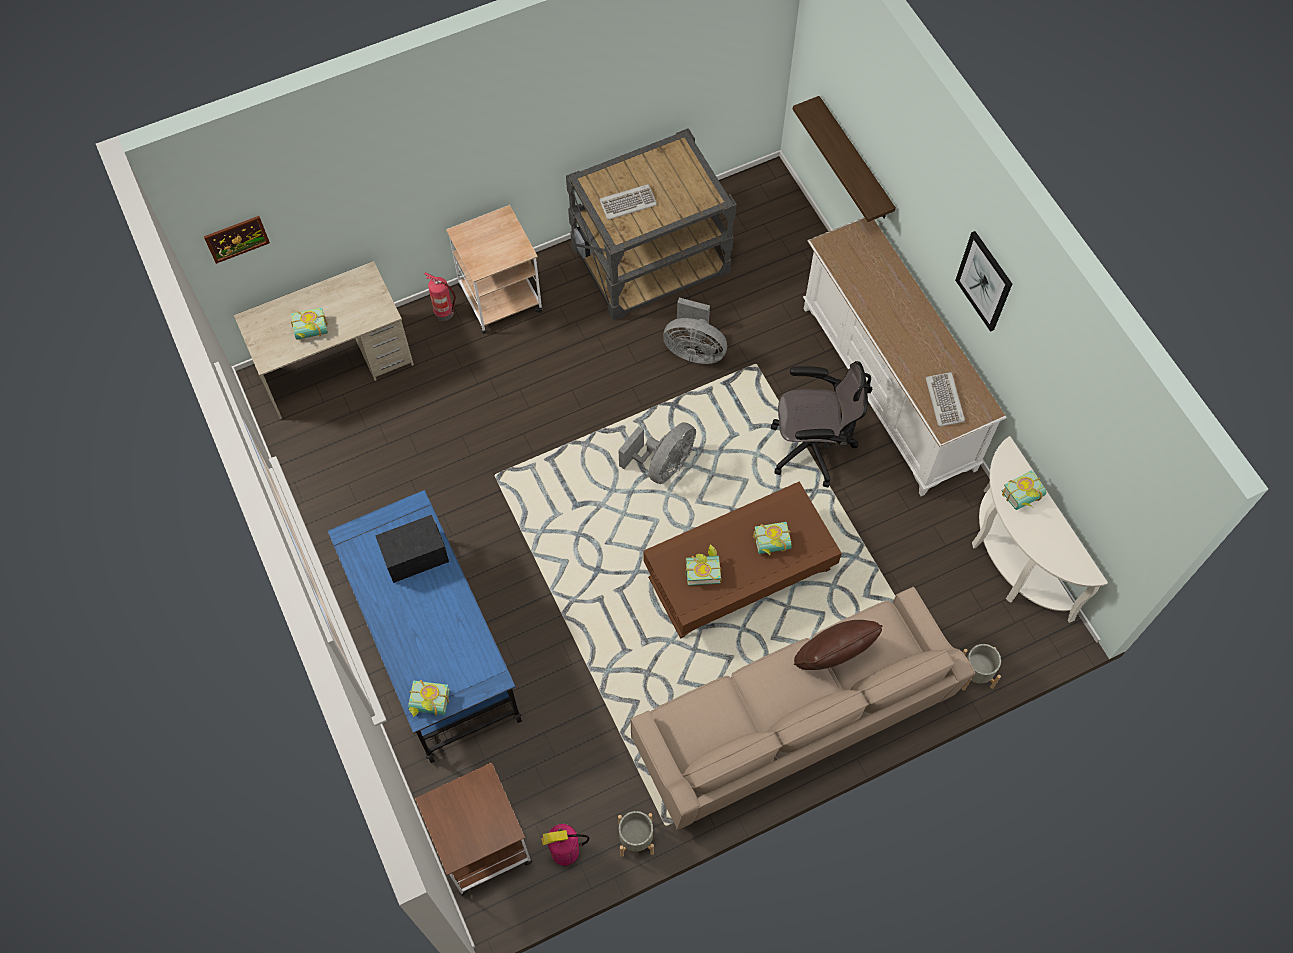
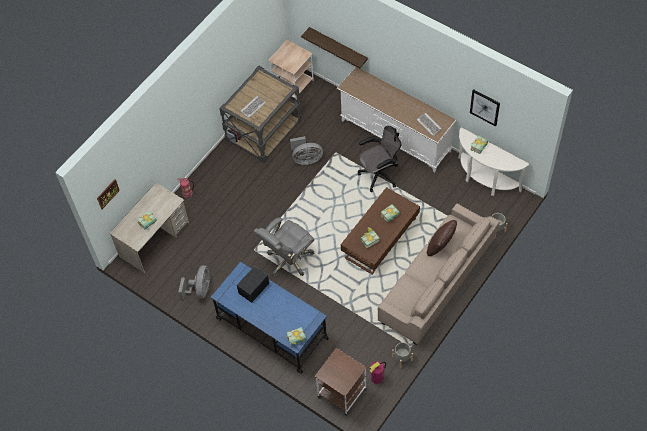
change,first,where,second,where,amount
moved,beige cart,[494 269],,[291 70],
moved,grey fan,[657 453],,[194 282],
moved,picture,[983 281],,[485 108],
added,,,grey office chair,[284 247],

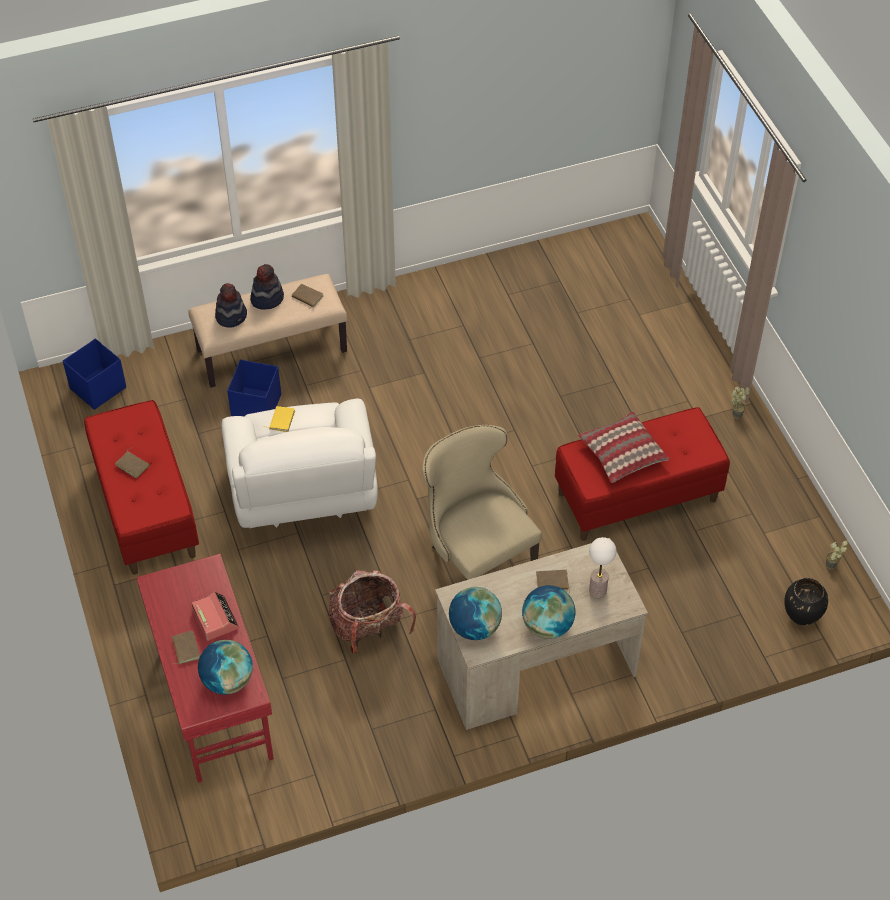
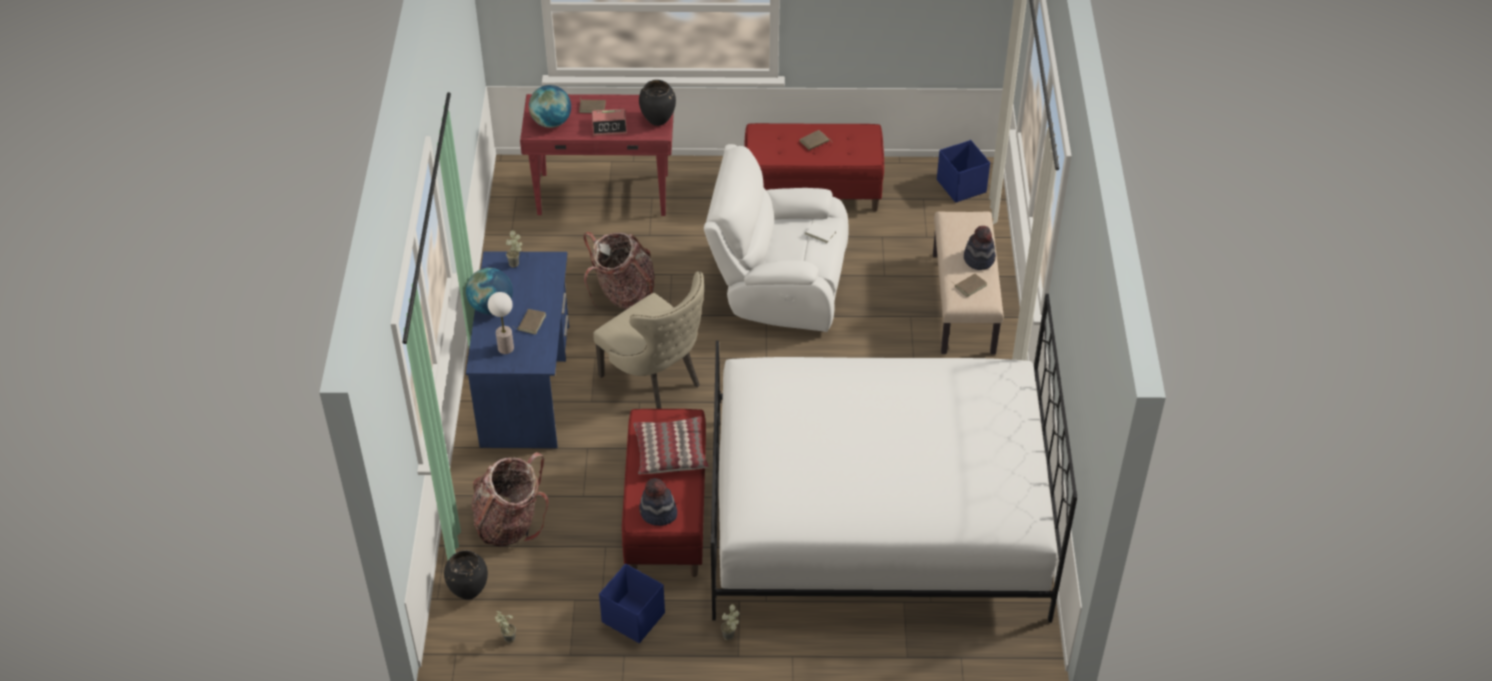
change,first,where,second,where,amount
moved,hat,[231 305],,[658 502],
moved,blue storage box,[254 388],,[632 603],
recoloured,yellow book,[279 419],white book,[820 231],
turned,beige chair,[482 502],,[648 340],60 degrees clockwise
recoloured,beige desk,[541 634],blue desk,[517 350],
replaced,globe,[475 613],potted plant,[514 248],
added,,,backpack,[510 499],
added,,,black vase,[657 103],
added,,,white bed,[894 458],

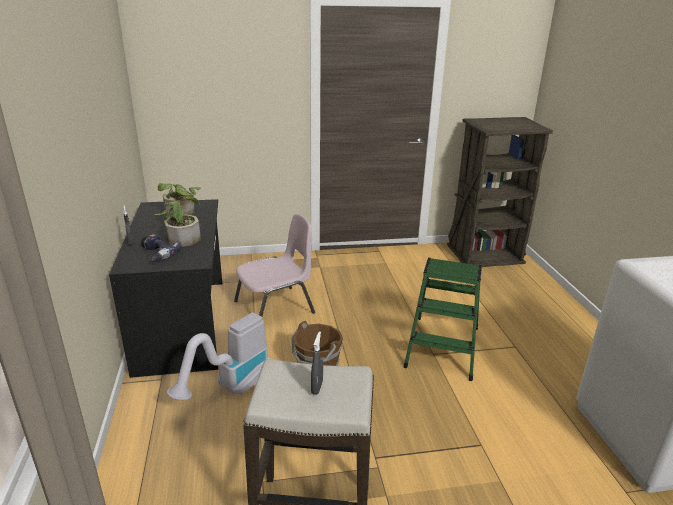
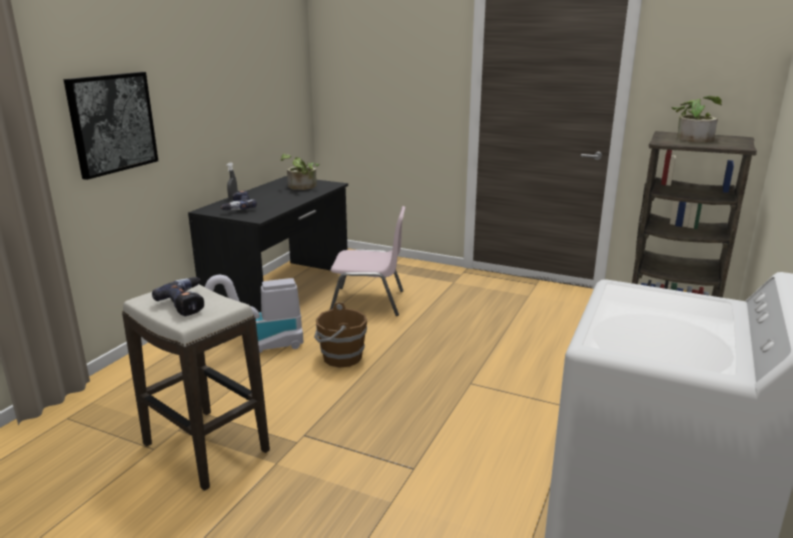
change,first,where,second,where,amount
moved,potted plant,[177 222],,[697 119],
replaced,grey spray bottle,[317 363],power drill,[178 296],
removed,green step ladder,[443 319],,,
added,,,picture,[111 126],

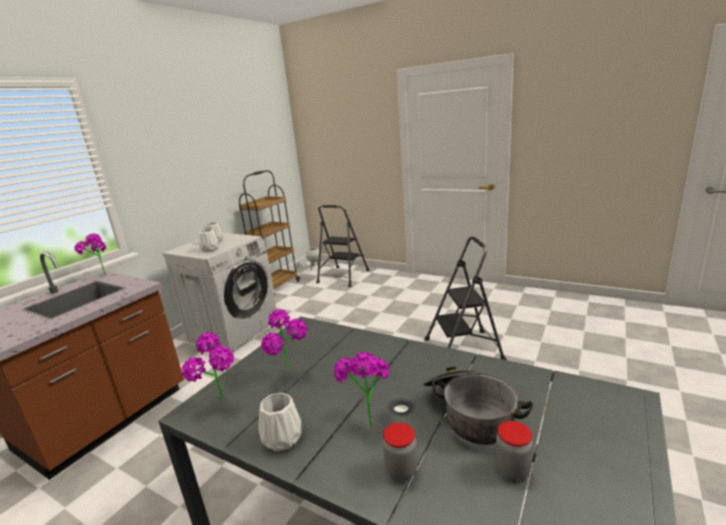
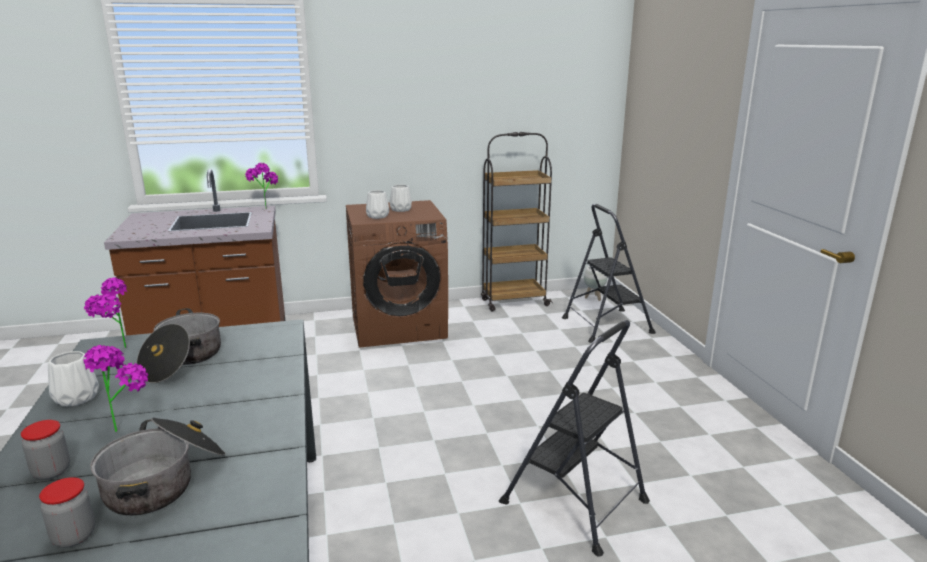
change,first,where,second,where,amount
recoloured,white washing machine,[220 292],brown washing machine,[397 274],
replaced,potted plant,[284 339],cooking pot,[178 345],

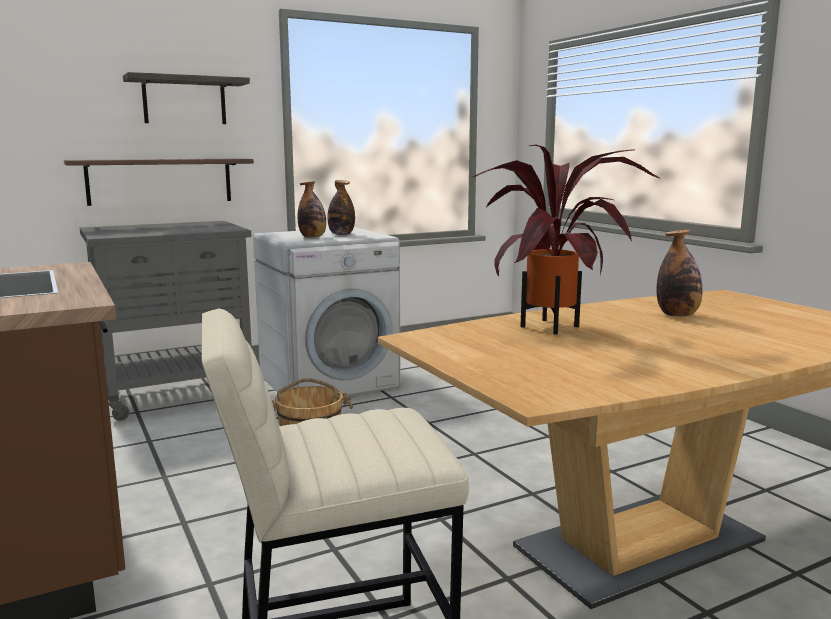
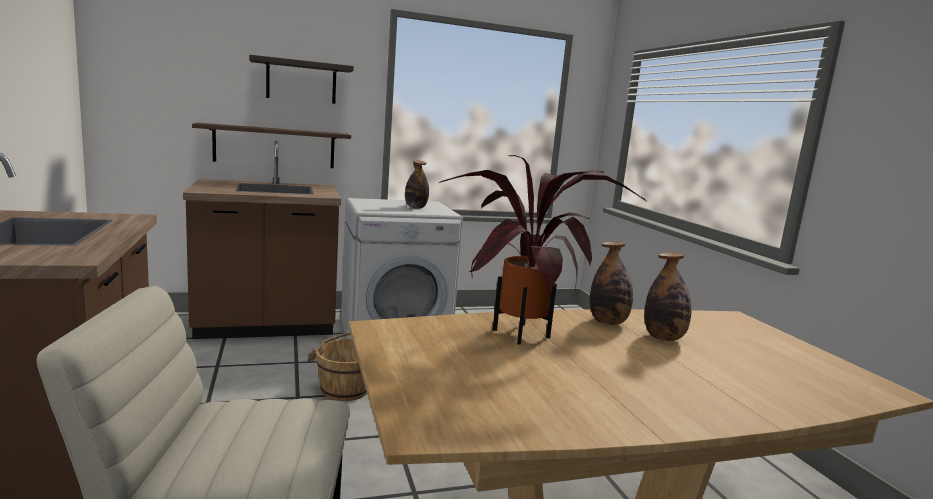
change,first,where,second,where,amount
replaced,grey cart,[166 321],brown counter,[262 240],
moved,bottle,[312 209],,[611 283],

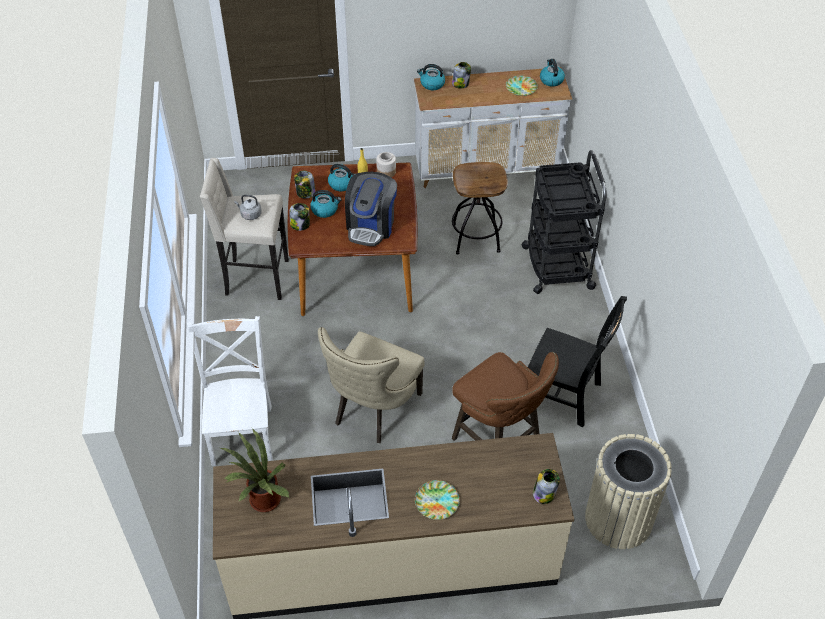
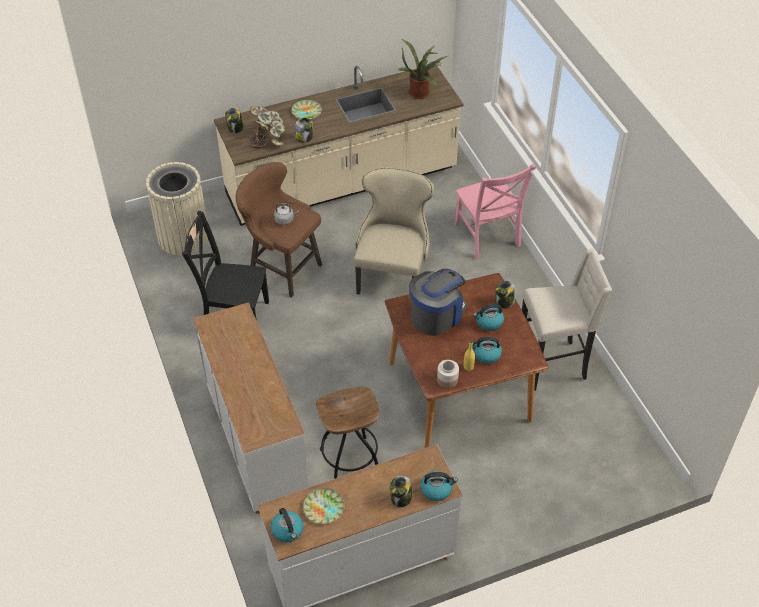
change,first,where,second,where,amount
recoloured,white chair,[230 391],pink chair,[495 211],
moved,grey kettle,[248 207],,[286 214],
moved,jar,[305 184],,[304 130],
turned,coffee machine,[371 209],,[438 302],45 degrees clockwise
replaced,black cart,[564 222],cabinet,[250 408],
added,,,potted plant,[267 127],

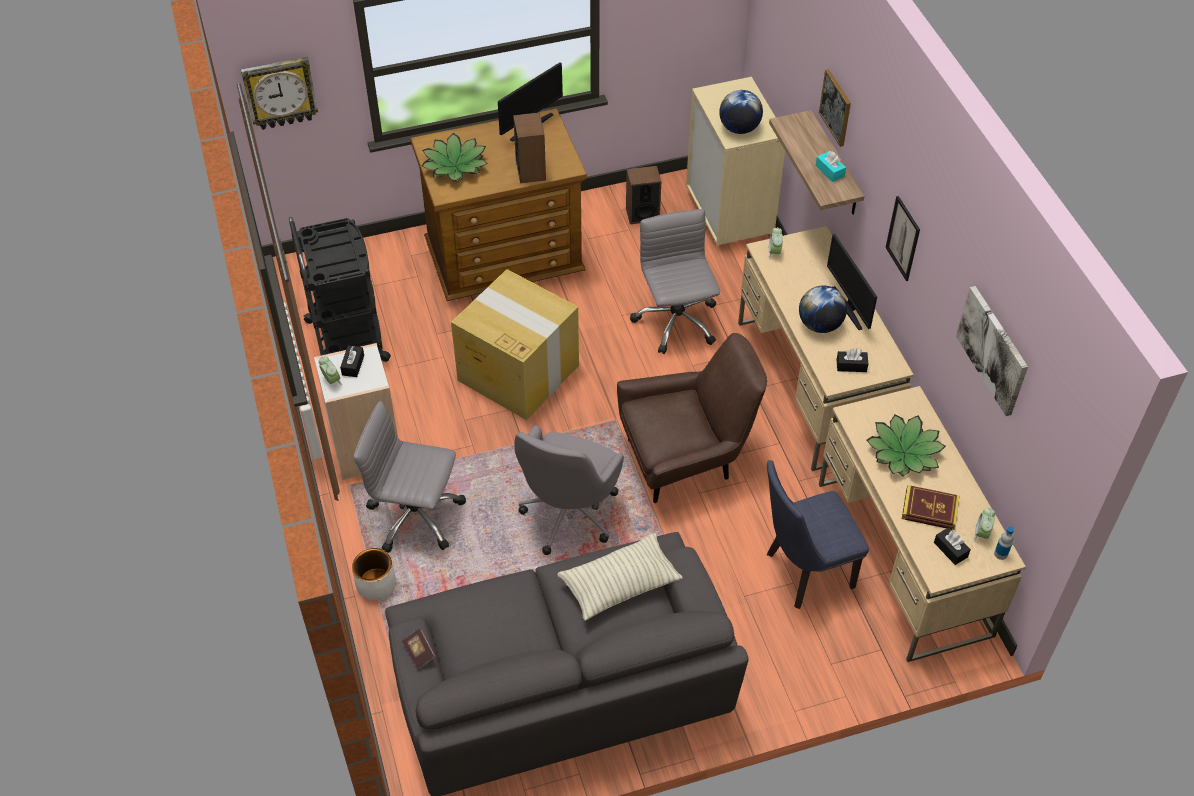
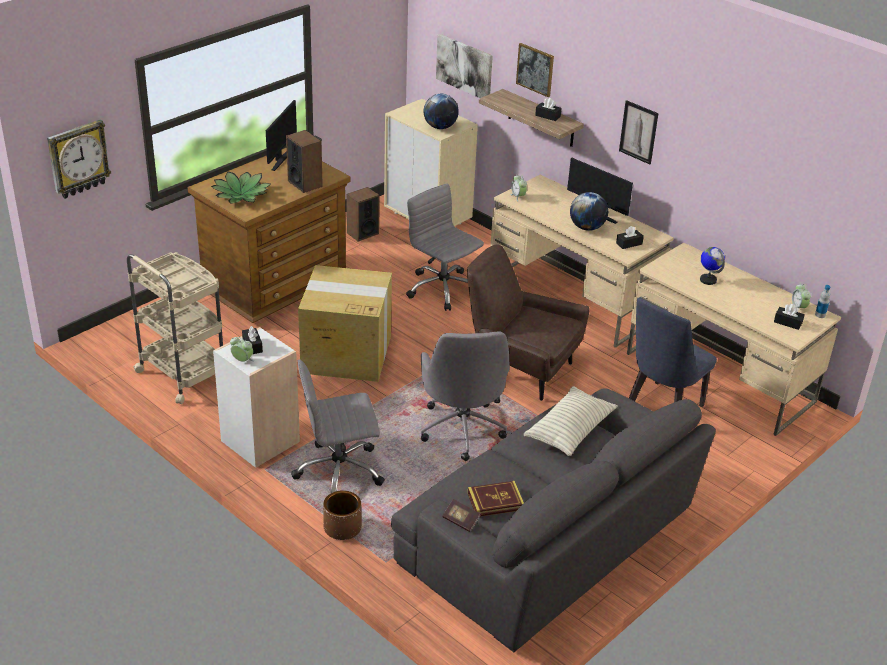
change,first,where,second,where,amount
recoloured,black cart,[340 289],beige cart,[175 328],
recoloured,white planter,[374 574],brown planter,[342 515],
turned,brown armchair,[692 418],,[528 323],105 degrees counterclockwise
recoloured,turquoise tissue box,[831 166],black tissue box,[548 109],
replaced,potted plant,[906 445],globe,[712 266],
moved,book,[930 507],,[496 498],
moved,picture,[992 351],,[464 66],

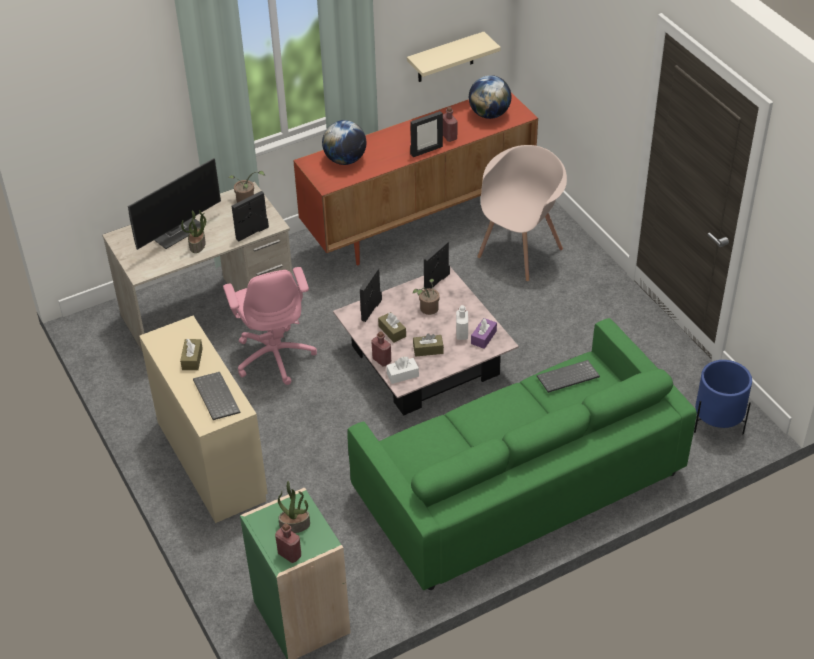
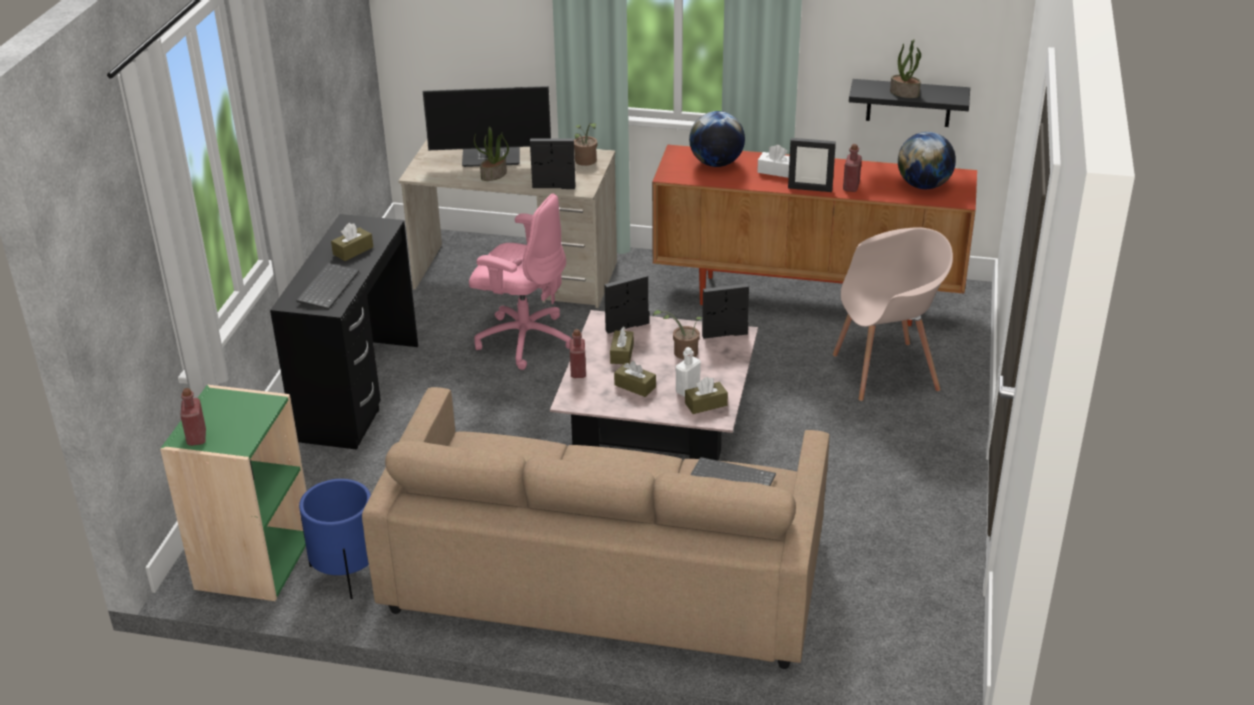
change,first,where,second,where,amount
recoloured,beige desk,[203 419],black desk,[344 332],
turned,pink office chair,[270 326],,[520 282],90 degrees counterclockwise
moved,potted plant,[294 507],,[905 68],
recoloured,green sofa,[522 454],beige sofa,[596 528],
moved,white tissue box,[402 370],,[773 161],
recoloured,beige shelf,[454 57],black shelf,[909 103],
recoloured,purple tissue box,[484 333],brown tissue box,[706 395],
moved,blue planter,[723 397],,[335 539],

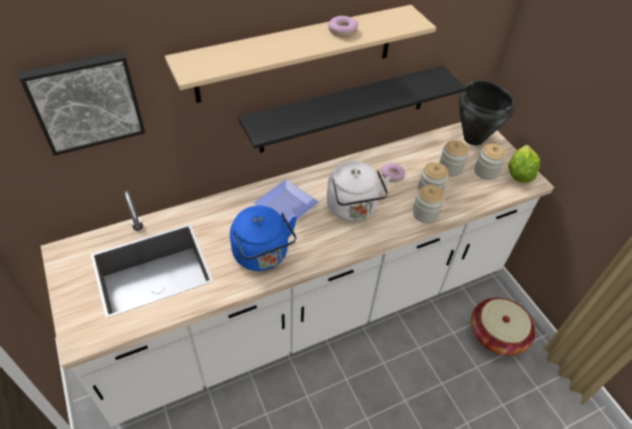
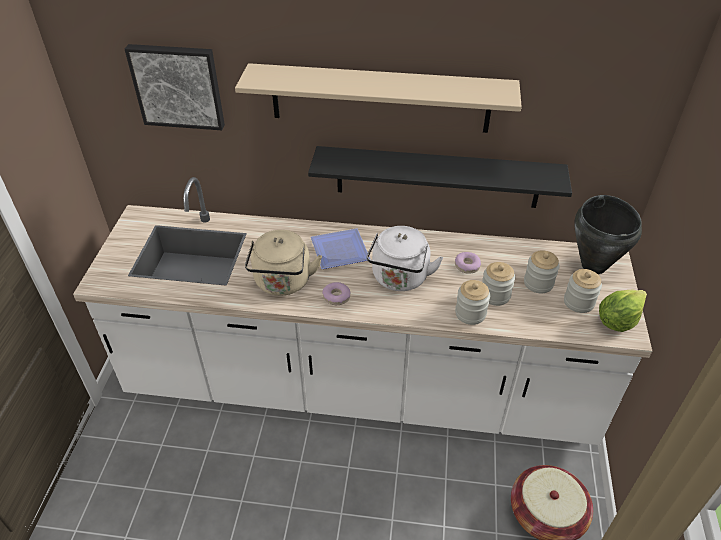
change,first,where,second,where,amount
recoloured,blue kettle,[263 238],beige kettle,[283 263],
moved,donut,[343 26],,[336 293],

